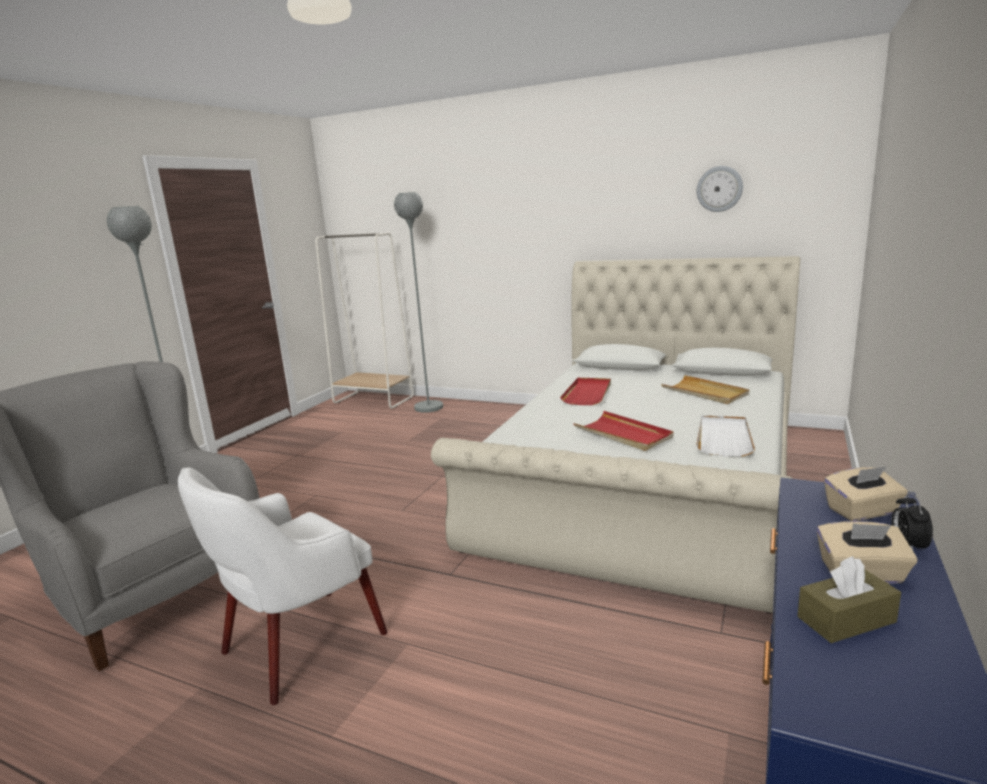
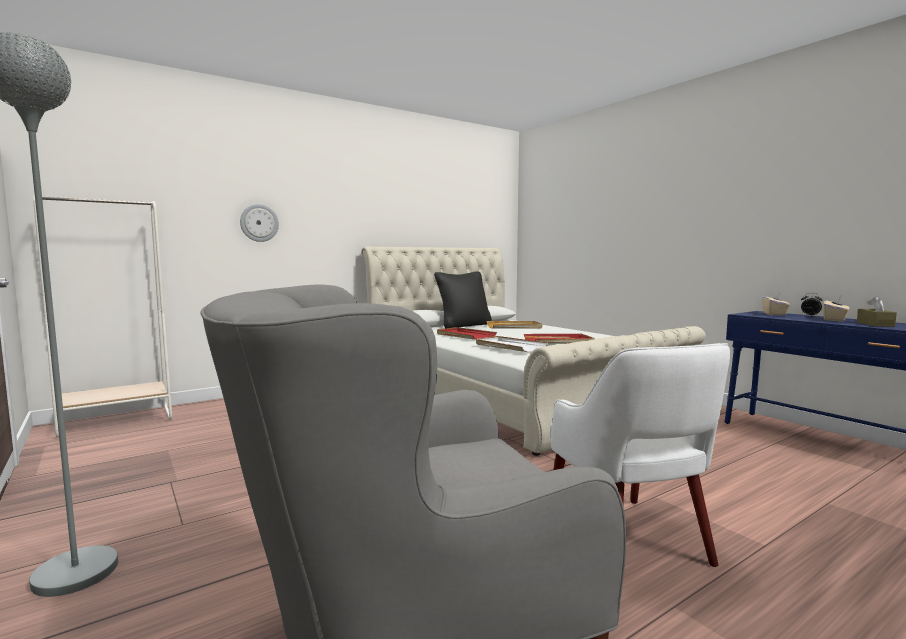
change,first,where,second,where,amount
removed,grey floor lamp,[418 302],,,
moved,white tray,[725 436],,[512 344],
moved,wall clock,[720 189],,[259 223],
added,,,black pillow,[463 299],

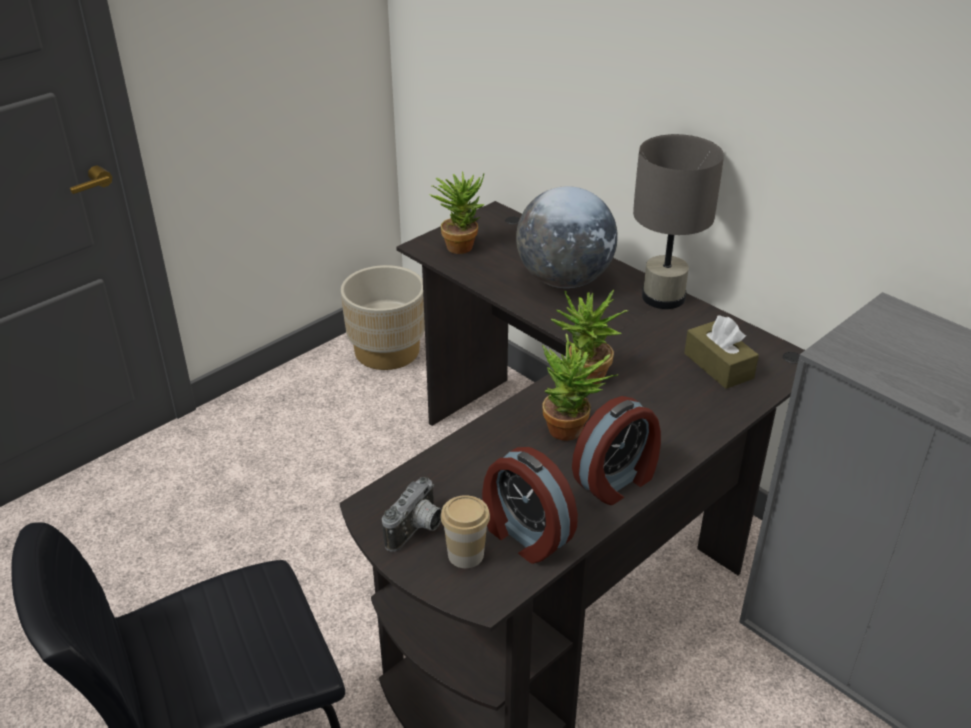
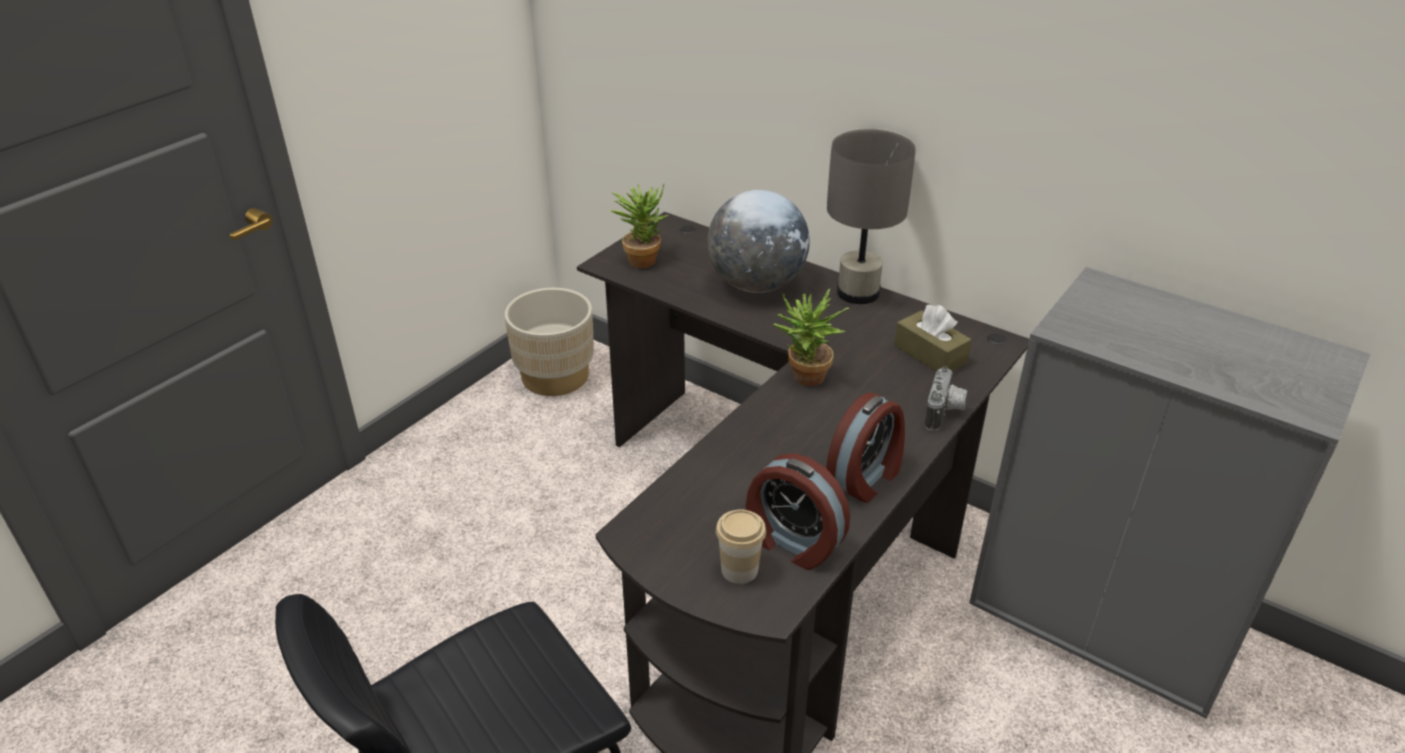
change,first,where,second,where,amount
moved,photo camera,[412 514],,[946 398],
removed,potted plant,[580 387],,,

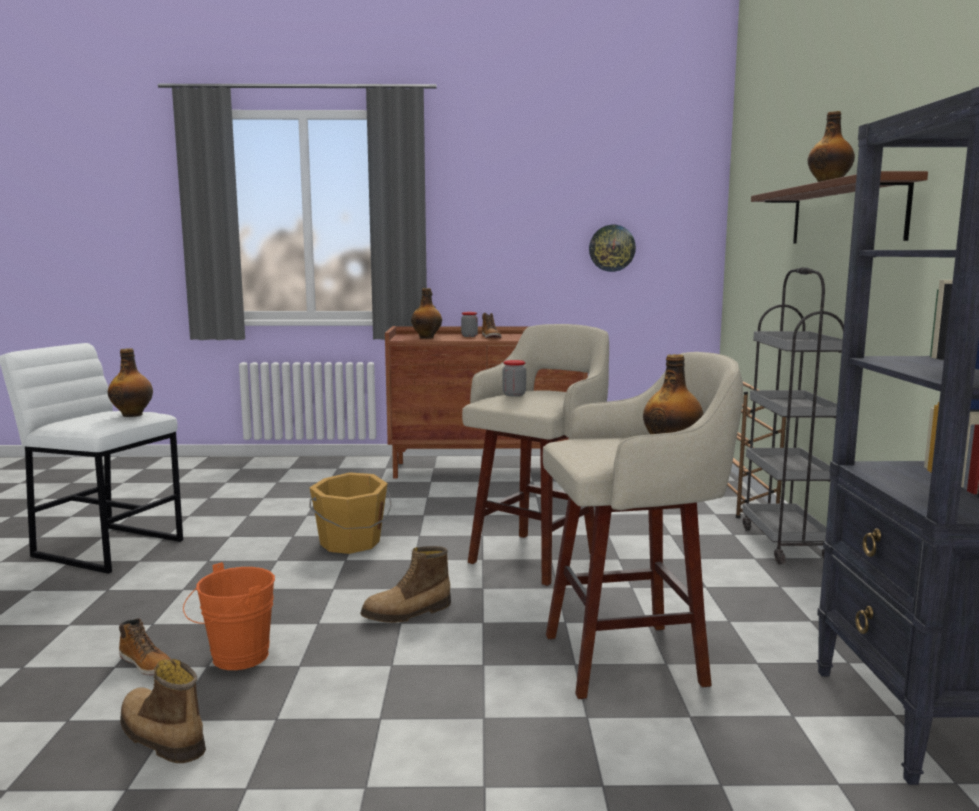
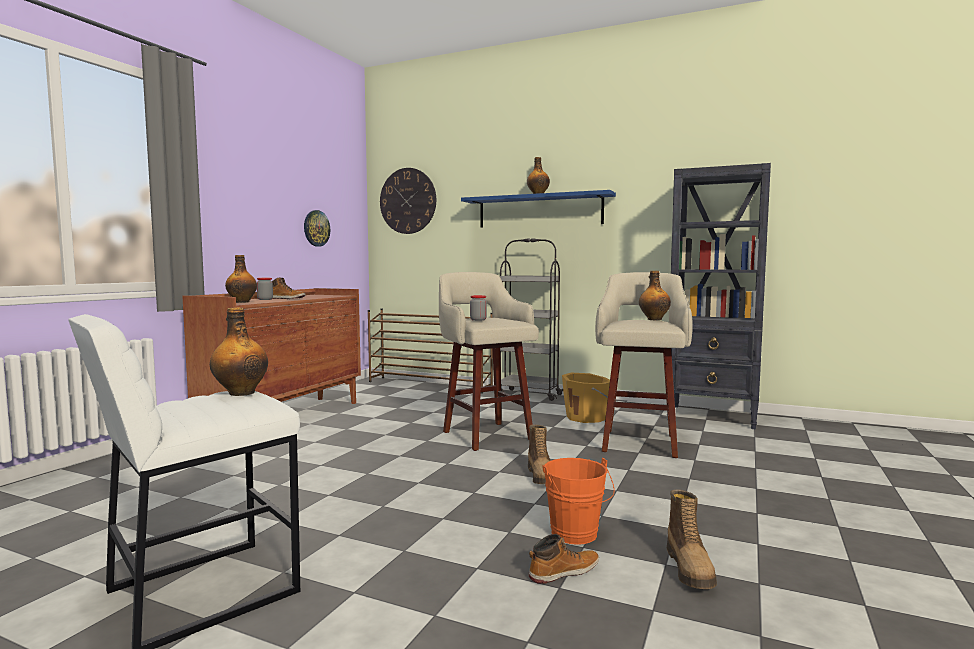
change,first,where,second,where,amount
turned,boot,[163 711],,[692 539],60 degrees counterclockwise
moved,orange bucket,[350 513],,[586 398],
recoloured,brown shelf,[839 207],blue shelf,[538 209],
added,,,wall clock,[408 201],

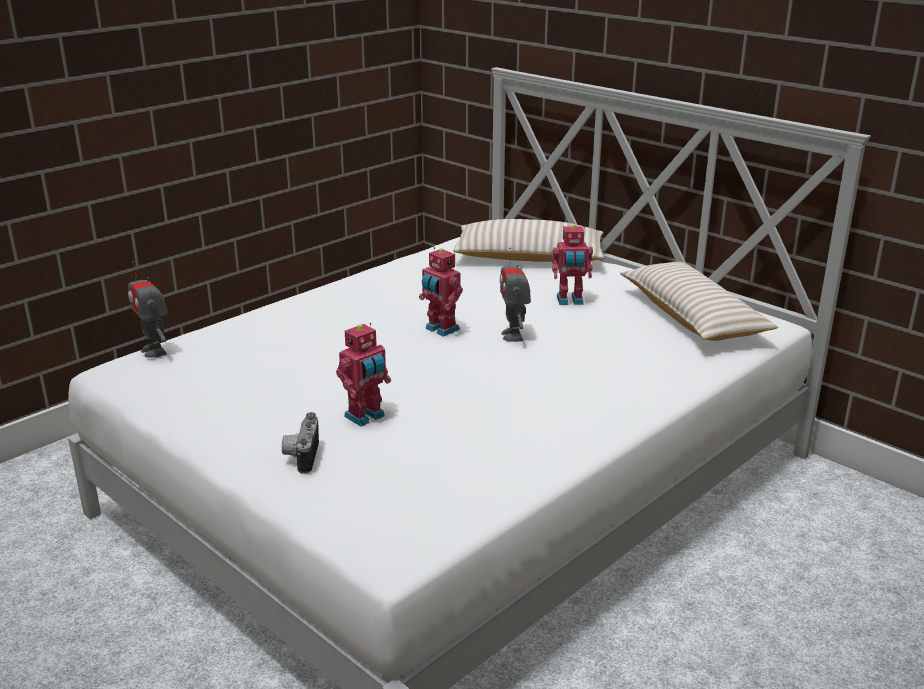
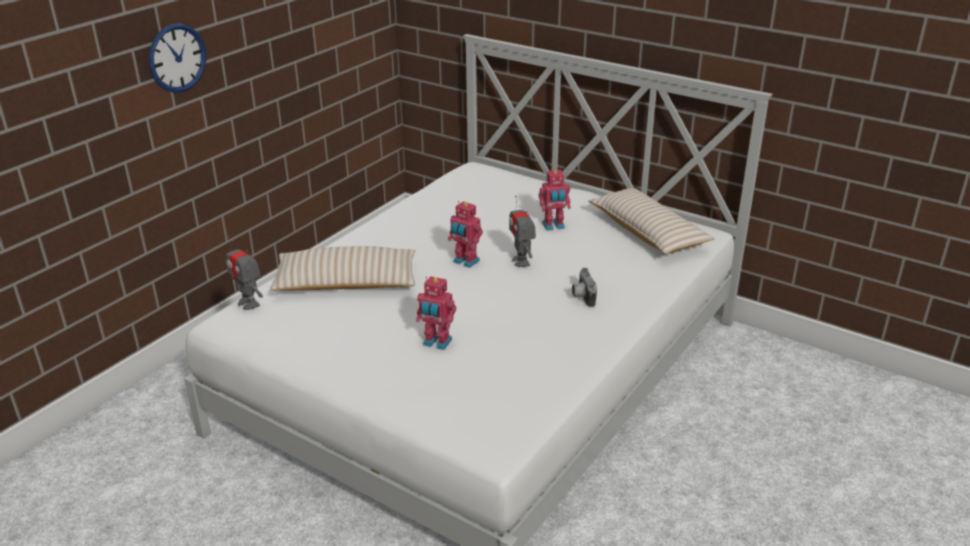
change,first,where,second,where,amount
moved,photo camera,[300 443],,[584 287],
turned,toy robot,[363 375],,[436 313],75 degrees clockwise
moved,beige pillow,[528 240],,[342 268],
added,,,wall clock,[177 58],

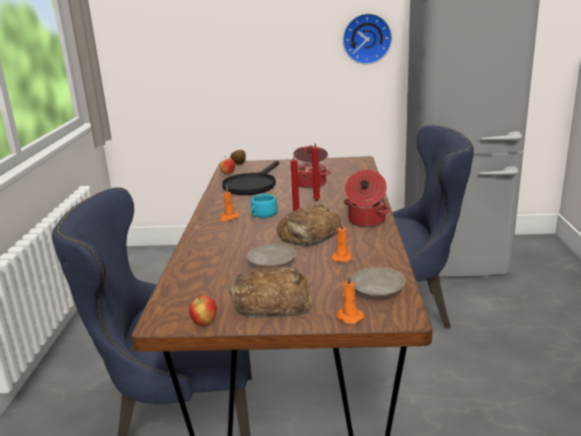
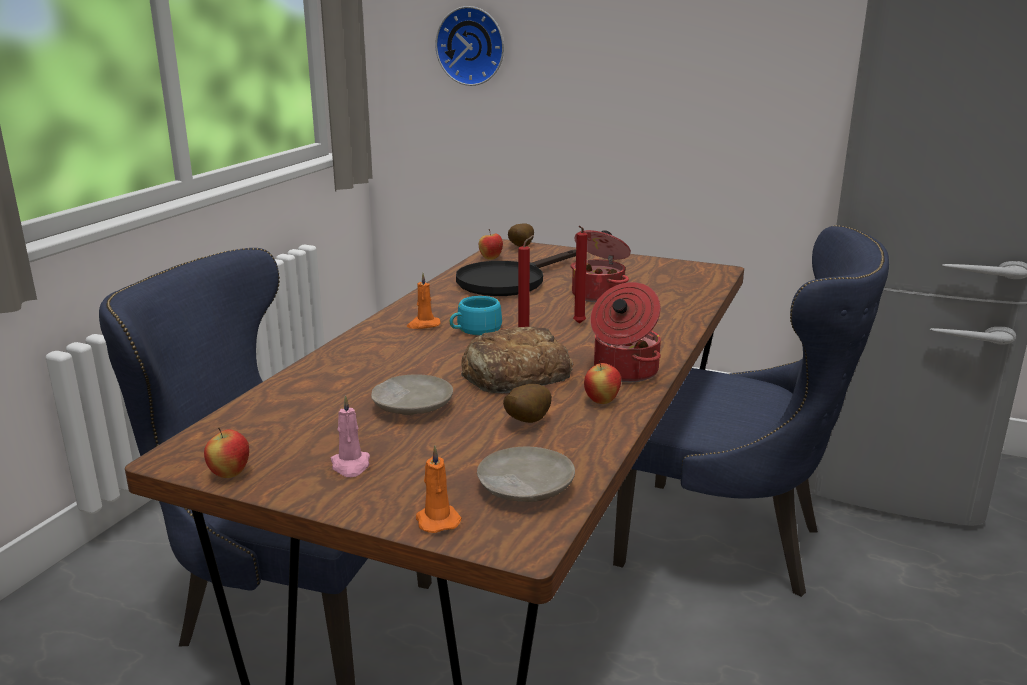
change,first,where,second,where,amount
replaced,bread,[271 292],pink candle,[350 436],
replaced,orange candle,[341 241],potato,[527 403],
moved,wall clock,[367 39],,[469 46],
added,,,apple,[602 382],

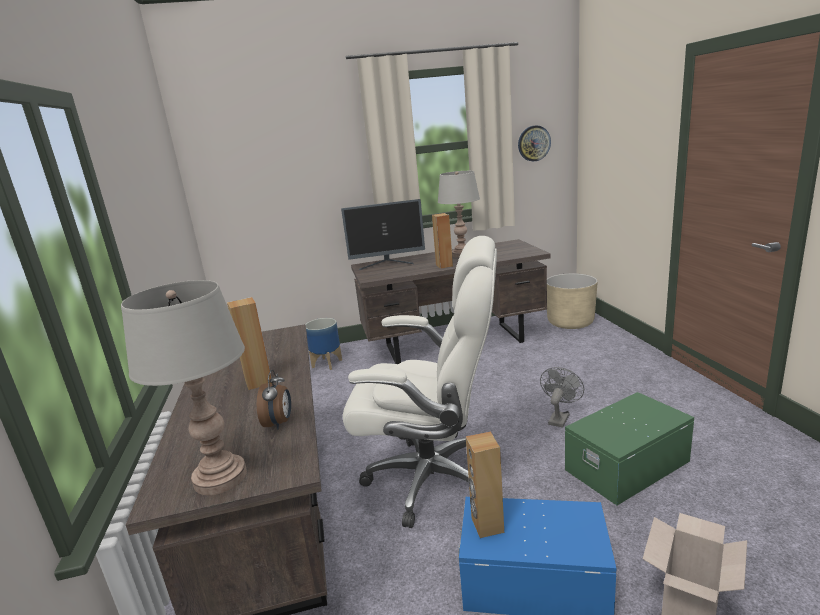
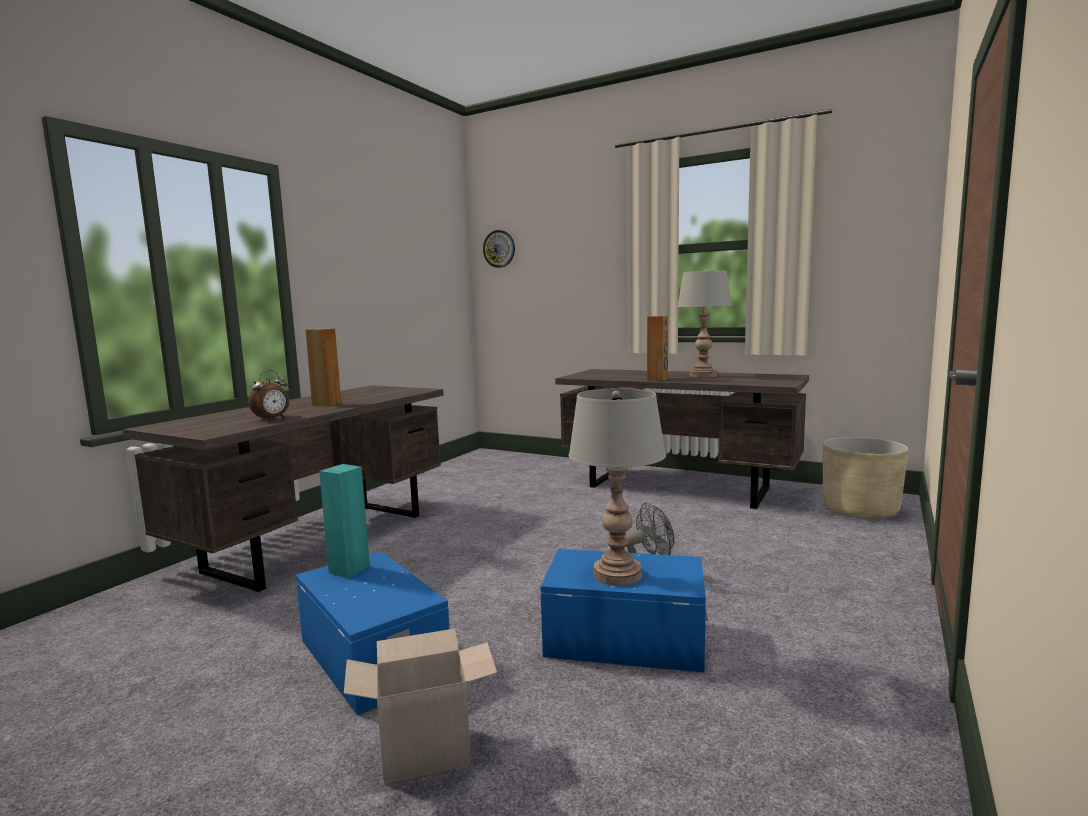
change,first,where,second,where,amount
moved,grey table lamp,[184 387],,[617 487],
removed,planter,[323 344],,,
removed,monitor,[383 234],,,
removed,white office chair,[420 382],,,
recoloured,brown speaker,[485 485],turquoise speaker,[344 521],
moved,wall clock,[534 143],,[499 249],
recoloured,green storage box,[629 448],blue storage box,[624 610],

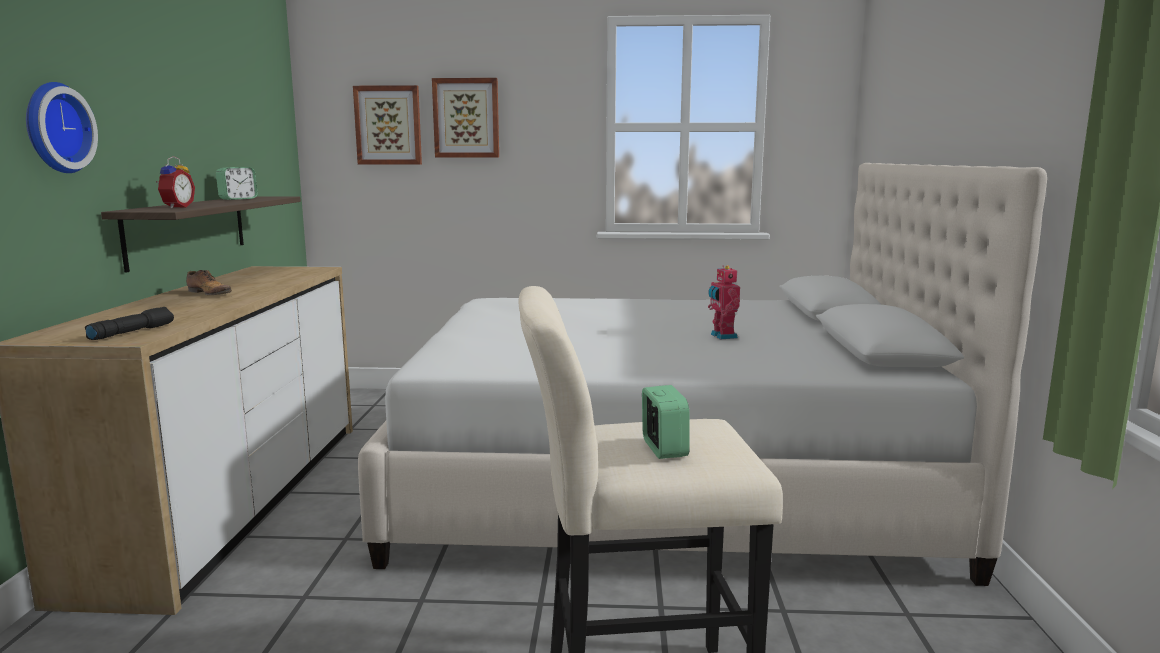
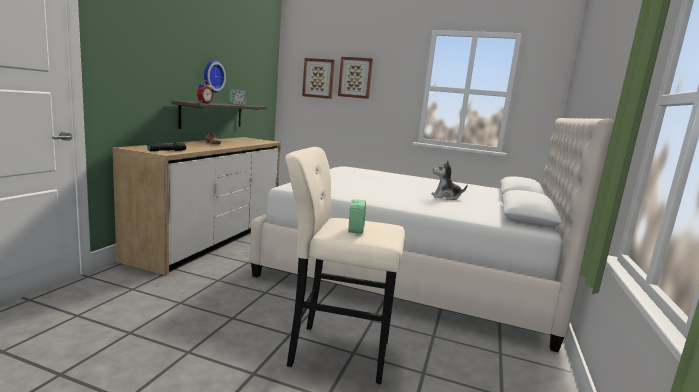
change,first,where,second,where,amount
moved,wall clock,[62 127],,[215 76],
replaced,toy robot,[724 302],plush toy,[449 180],

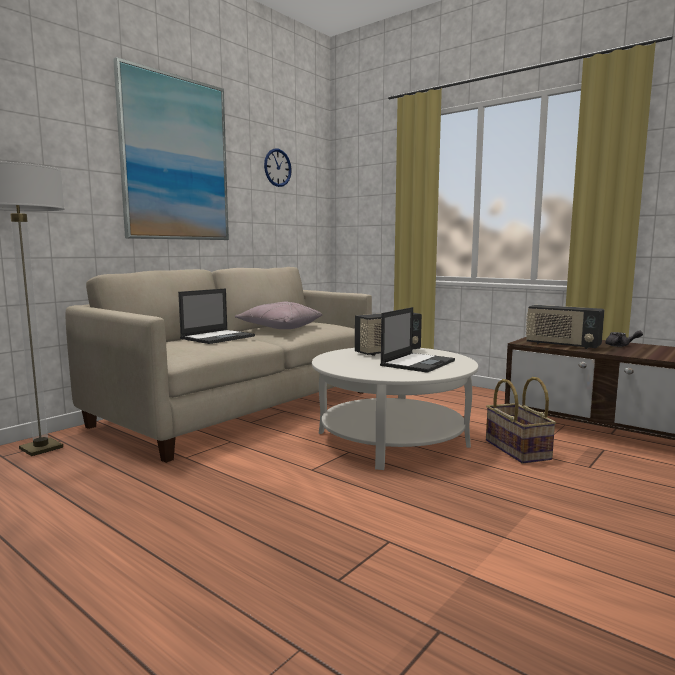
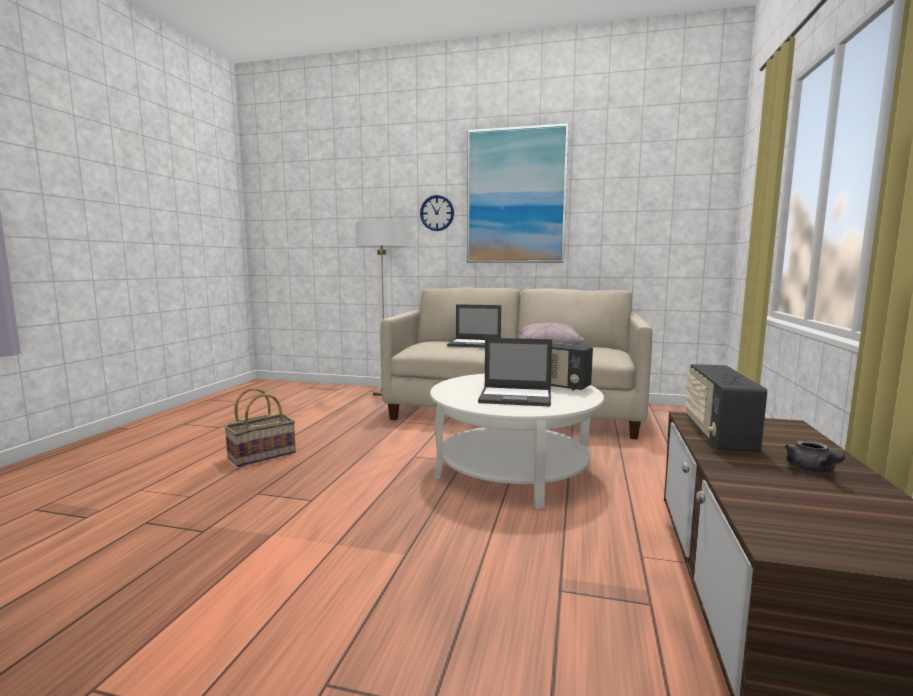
change,first,where,second,where,amount
moved,wall clock,[278 168],,[437 213],
moved,basket,[521 420],,[260 427],

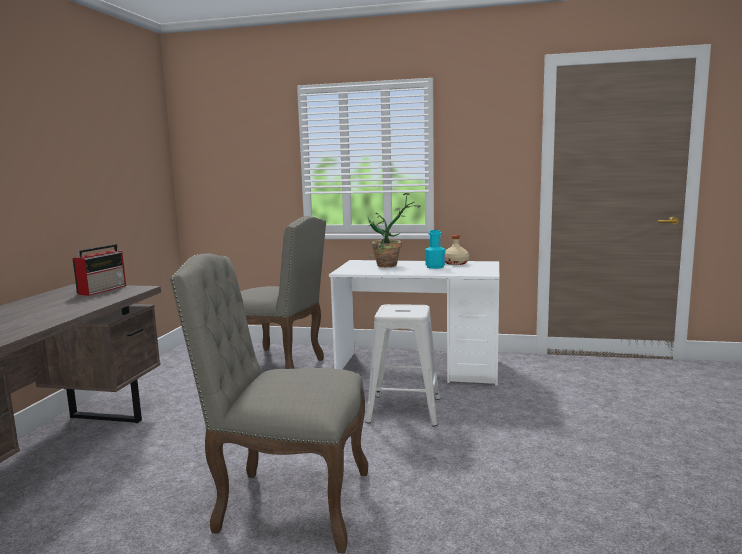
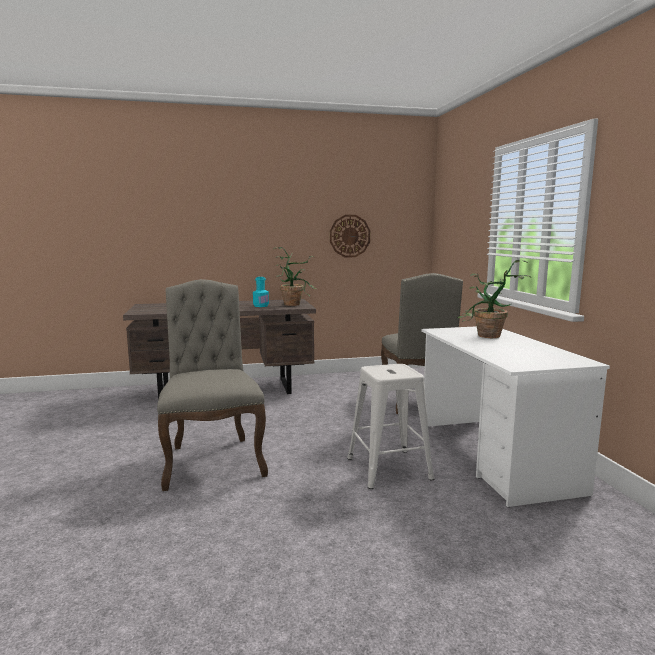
change,first,where,second,where,amount
replaced,radio,[99 270],potted plant,[295 276],
moved,turquoise bottle,[435 249],,[261 292],
removed,beige bottle,[457 250],,,
added,,,wall clock,[350 236],

